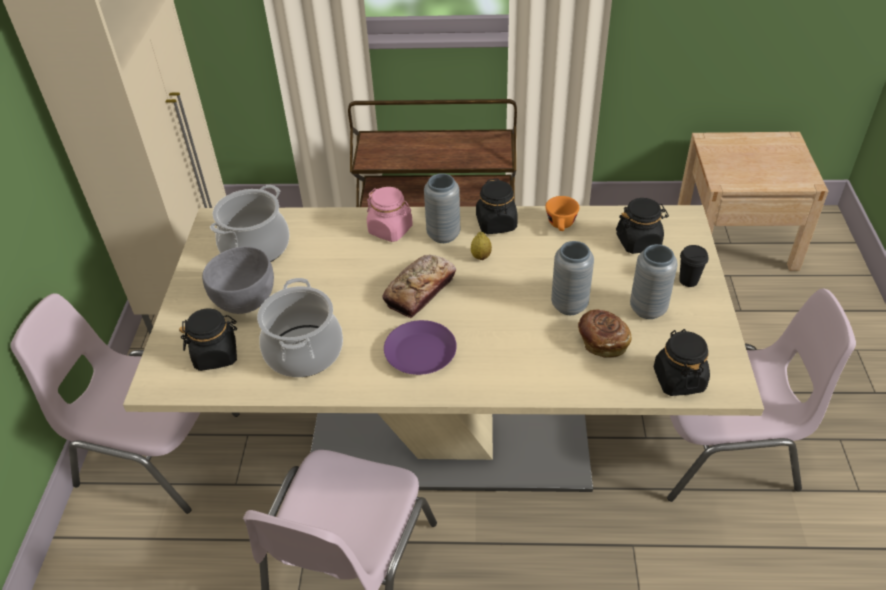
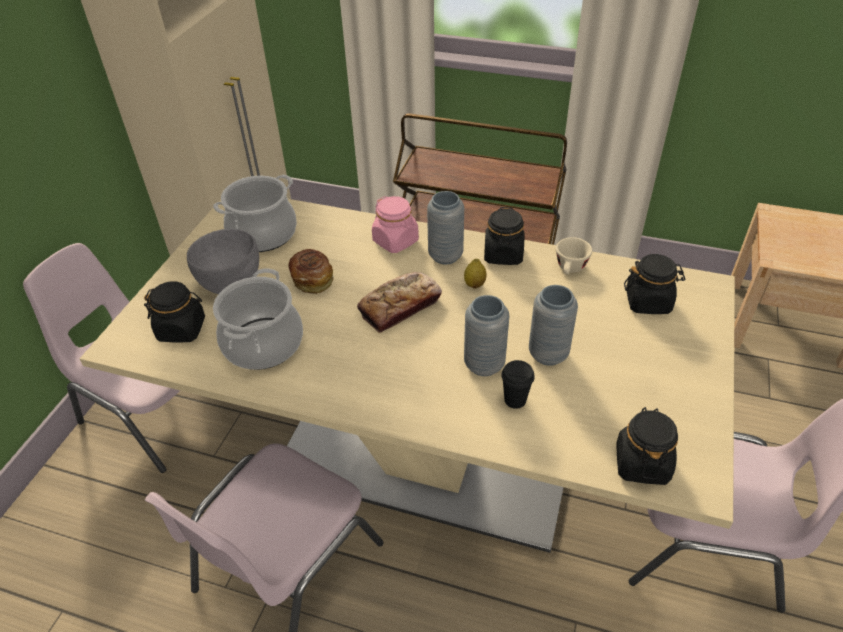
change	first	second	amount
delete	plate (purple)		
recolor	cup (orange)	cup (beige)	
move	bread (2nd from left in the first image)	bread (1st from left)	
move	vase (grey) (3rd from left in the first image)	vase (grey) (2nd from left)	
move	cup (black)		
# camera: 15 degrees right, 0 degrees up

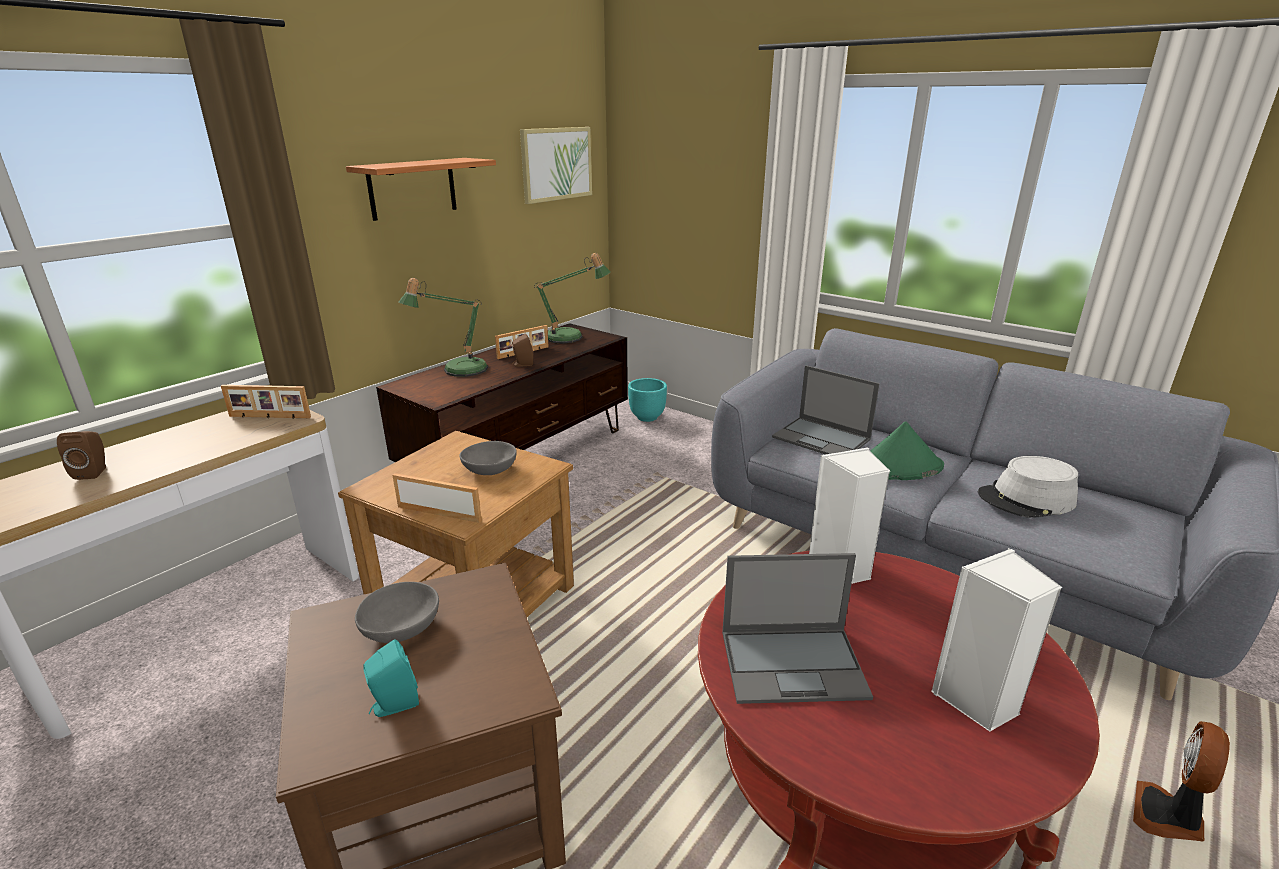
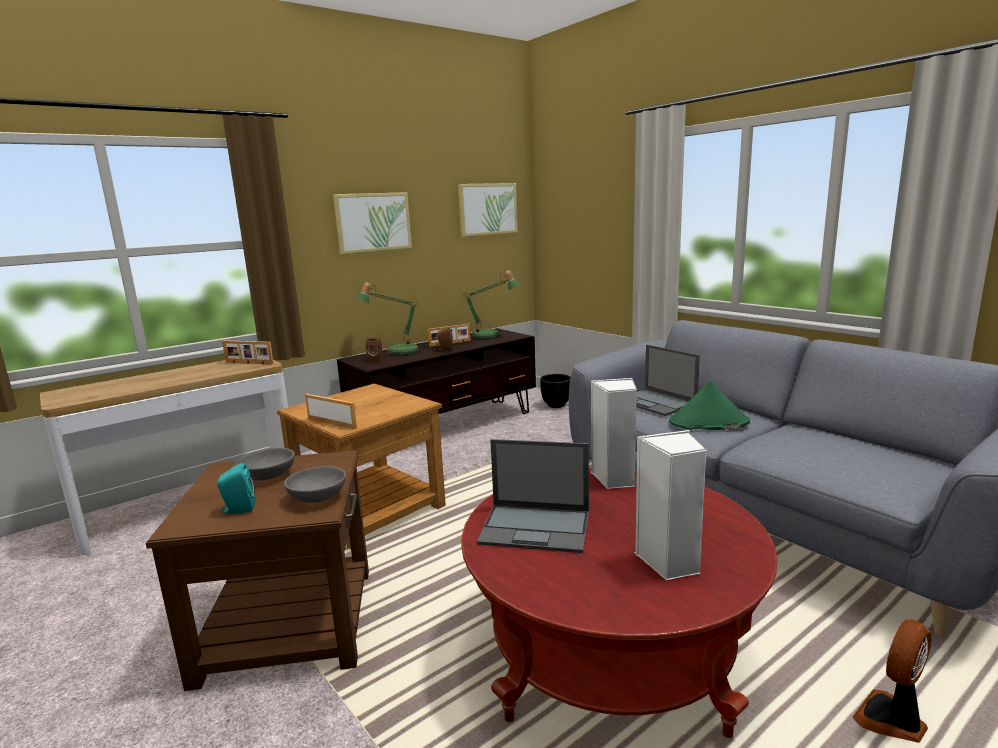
change	first	second	amount
move	speaker (brown) (1st from left)		
replace	shelf	picture (1st from left)	
move	bowl (grey) (2nd from left)		
recolor	planter (turquoise)	planter (black)	
delete	hat (grey)		
# camera: 15 degrees right, 10 degrees down

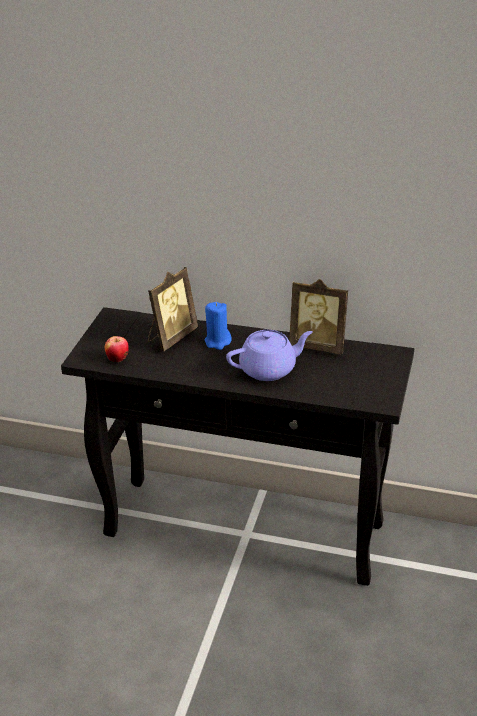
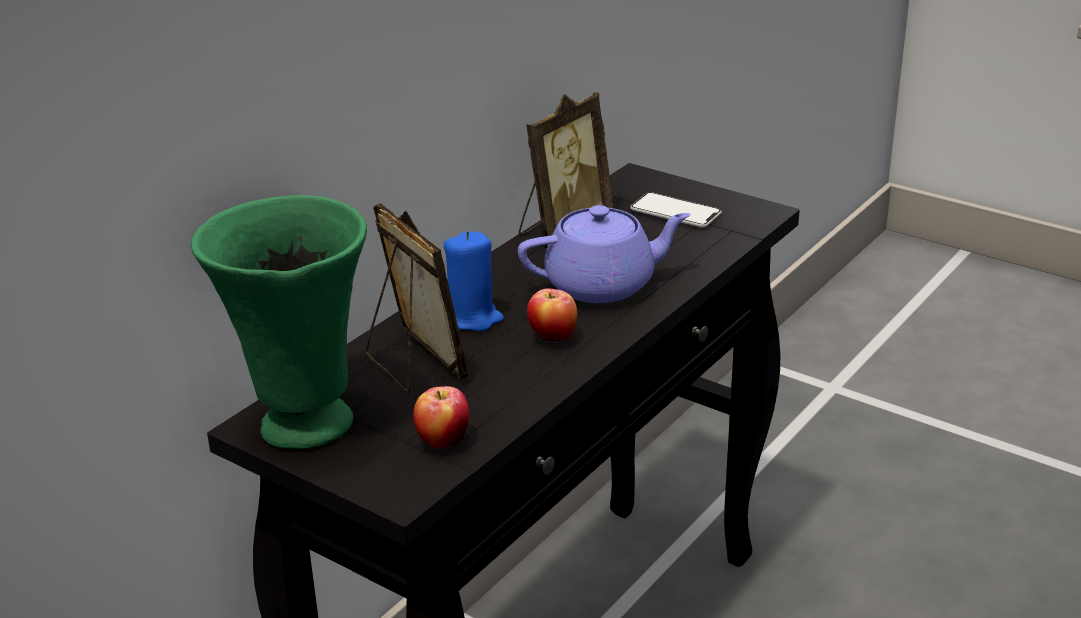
change	first	second	amount
rotate	teapot (purple)		75 degrees clockwise
insert		vase (green)	
insert		apple (2nd from left)	
insert		phone	
# camera: 70 degrees left, 5 degrees down

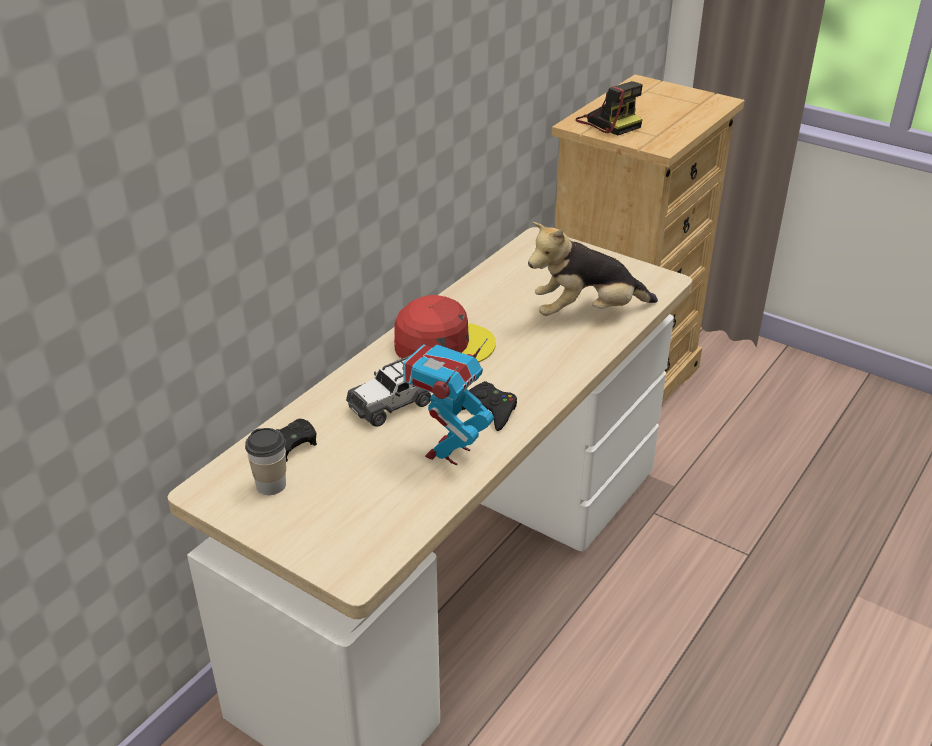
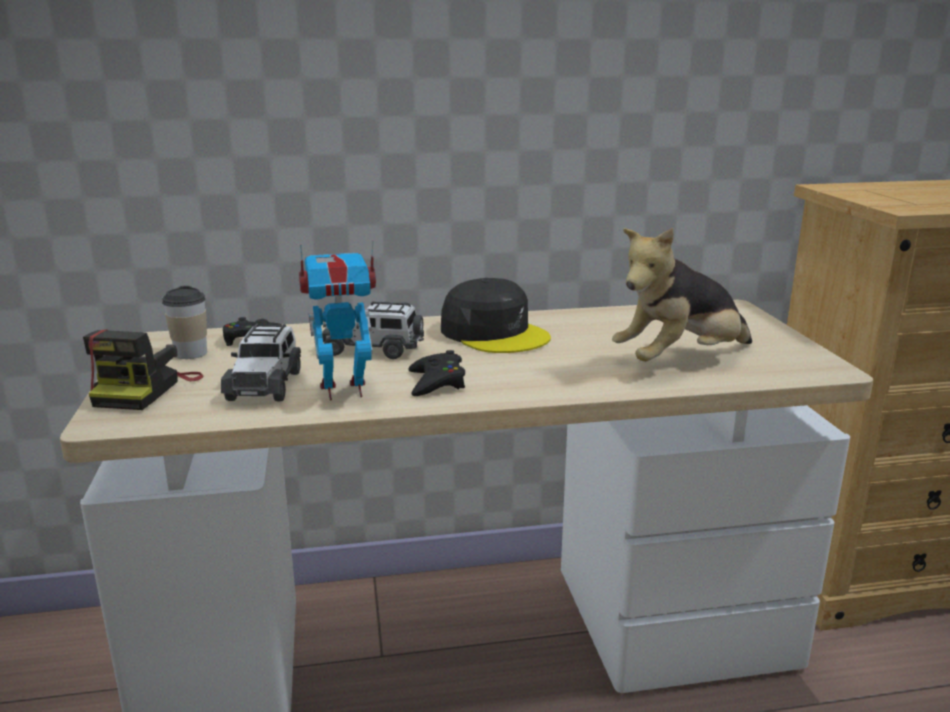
change	first	second	amount
recolor	cap (red)	cap (black)	
rotate	plush toy		60 degrees counterclockwise
move	photo camera		
insert		toy car (1st from left)	
# camera: 45 degrees right, 15 degrees down

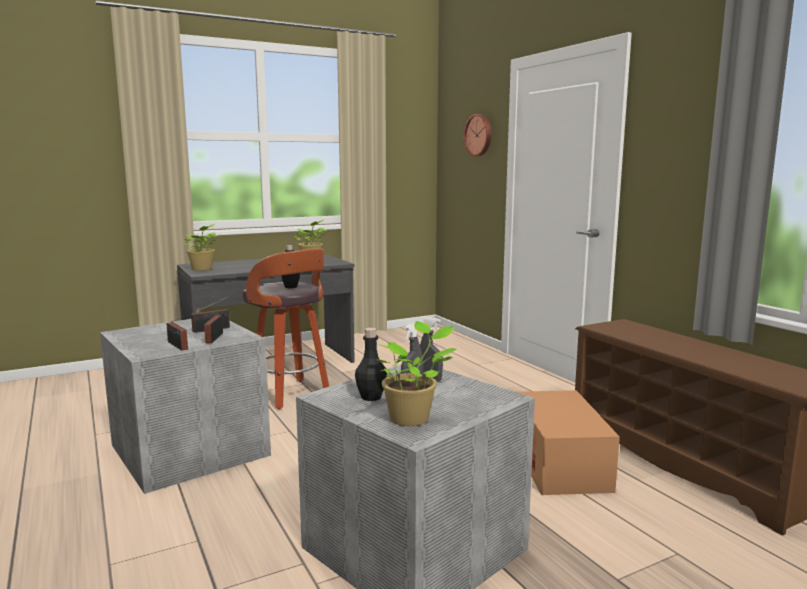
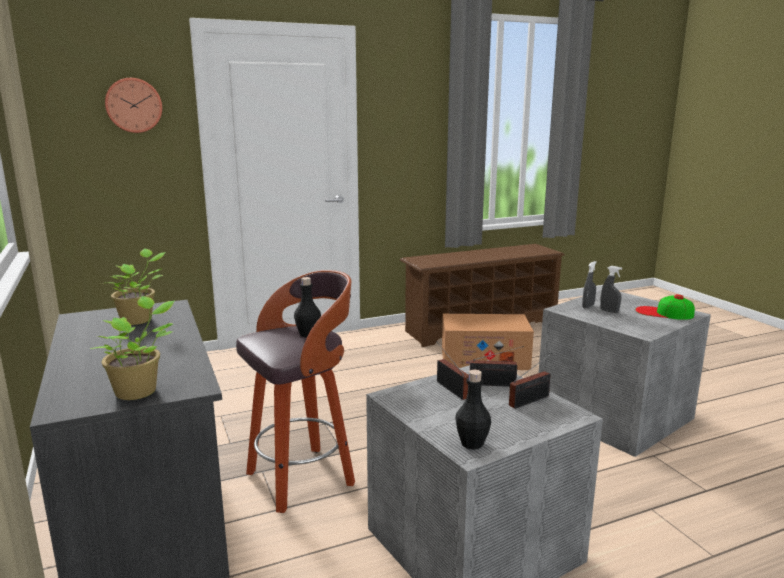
change	first	second	amount
move	bottle (black) (2nd from left)		
replace	potted plant (3rd from left)	cap	
# camera: 85 degrees left, 5 degrees up

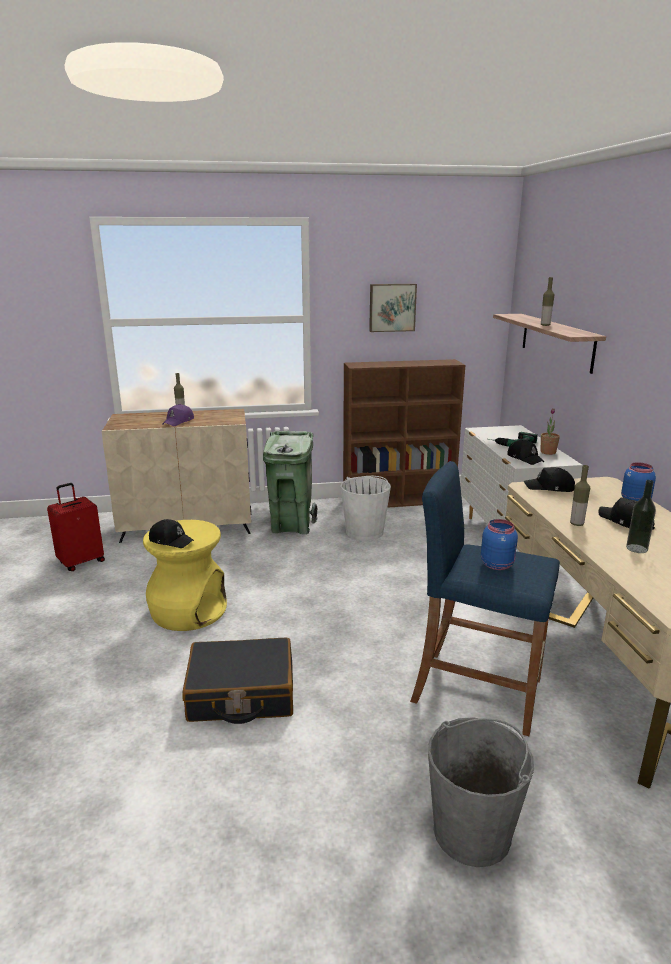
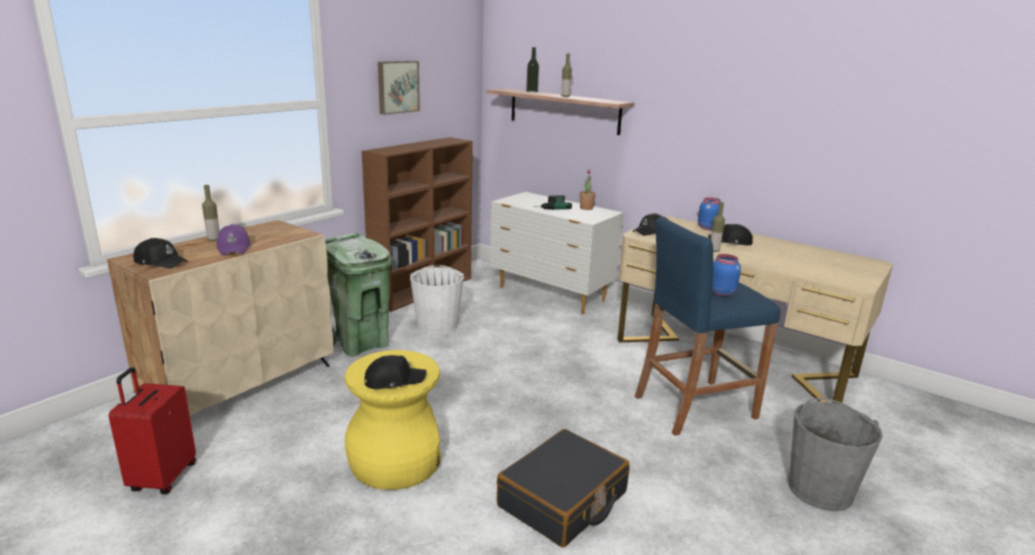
change	first	second	amount
move	cap (black) (2nd from left in the first image)	cap (black) (1st from left)	
move	bottle (4th from left in the first image)	bottle (2nd from left)	
# camera: 45 degrees left, 0 degrees up

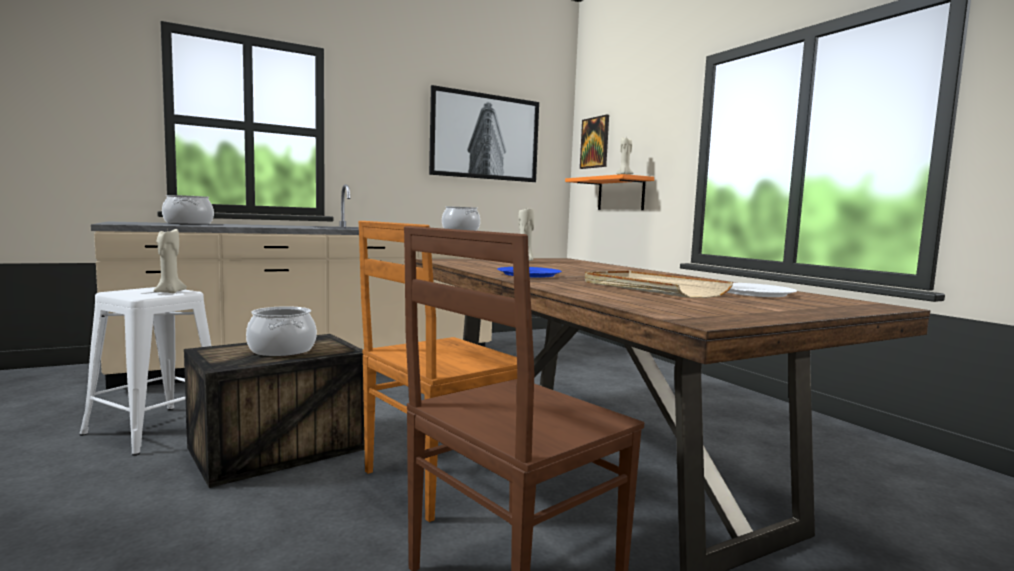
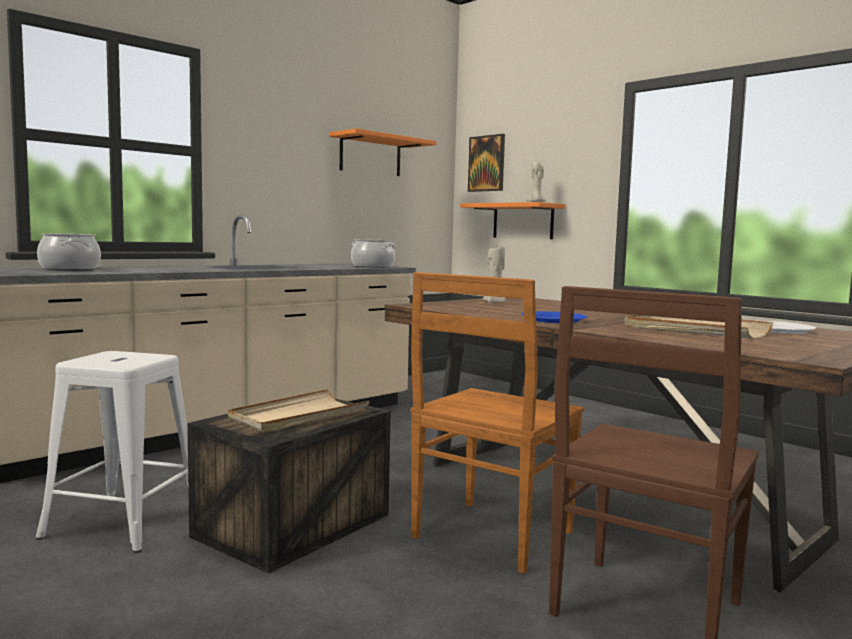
change	first	second	amount
delete	candle (beige) (1st from left)		
replace	cooking pot (2nd from left)	tray (beige) (1st from left)	
replace	picture (1st from left)	shelf (orange) (1st from left)	
# camera: 15 degrees left, 0 degrees up

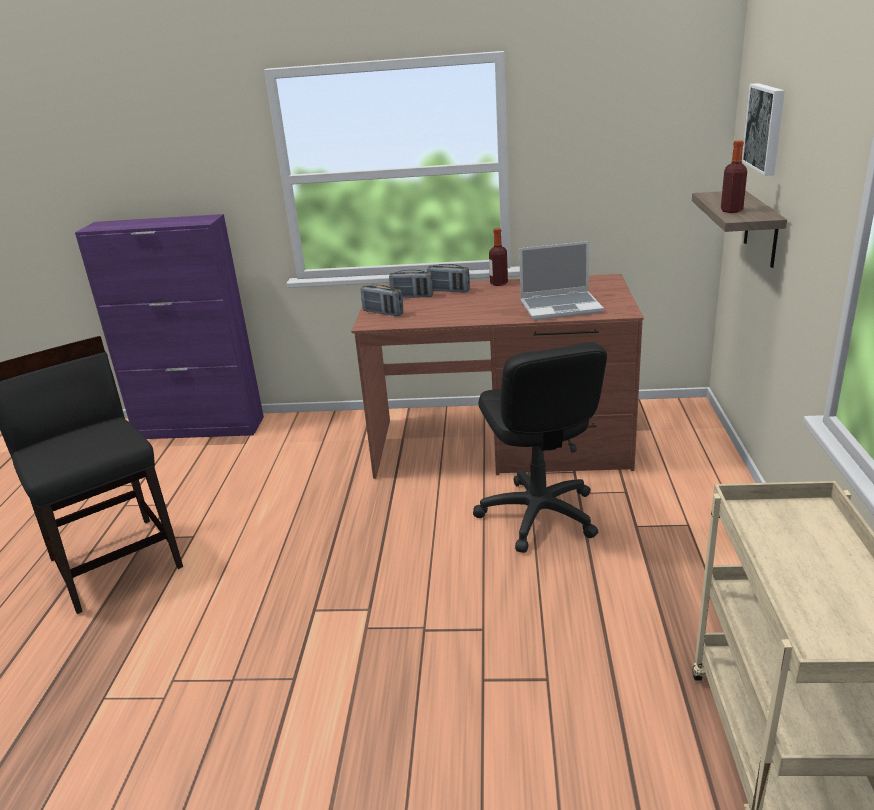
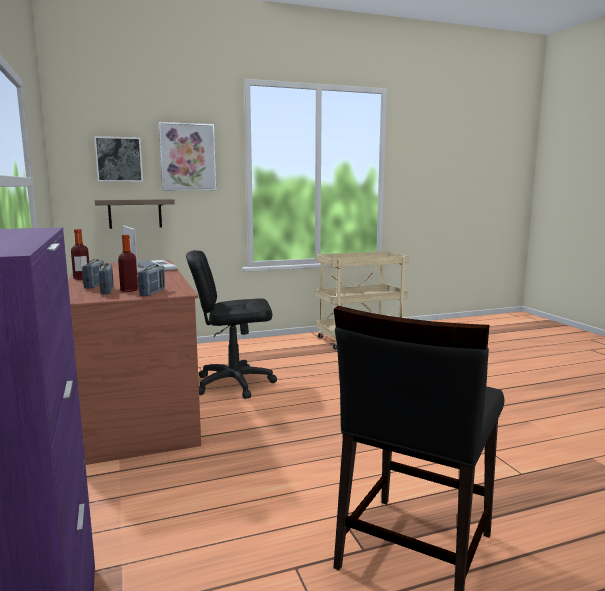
change	first	second	amount
rotate	office chair (black)		150 degrees counterclockwise
move	bottle (2nd from left)		
insert		picture (2nd from left)	
# camera: 115 degrees left, 15 degrees down

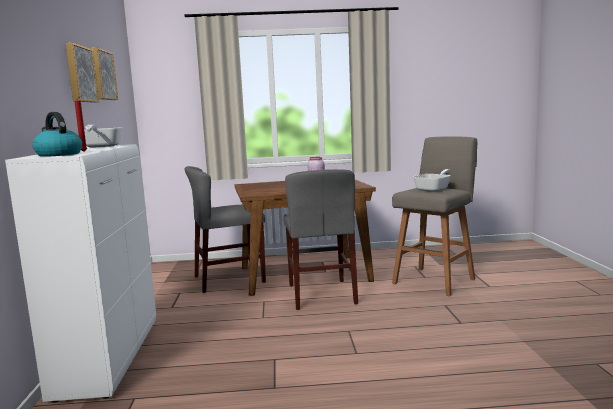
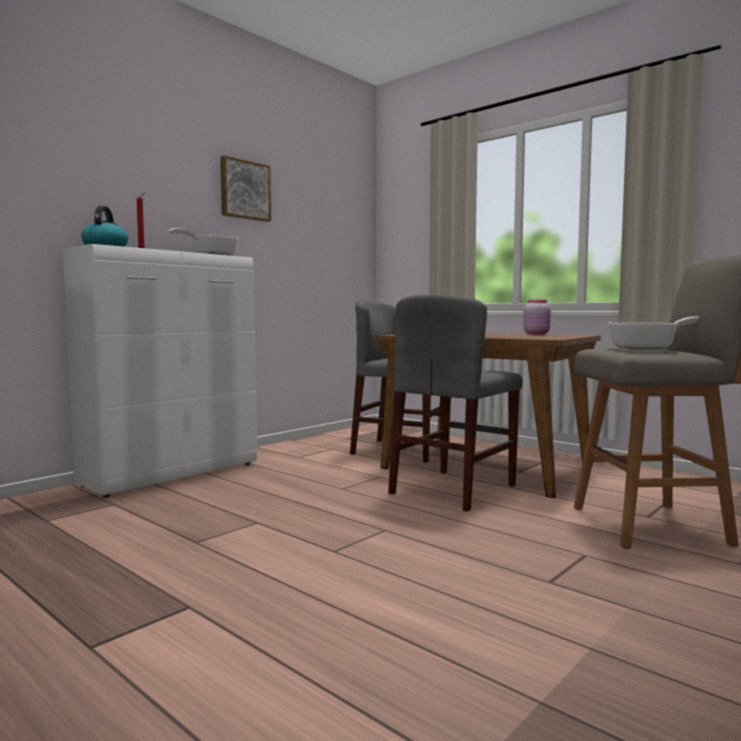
change	first	second	amount
delete	picture (2nd from left)		
# camera: 45 degrees right, 5 degrees down

